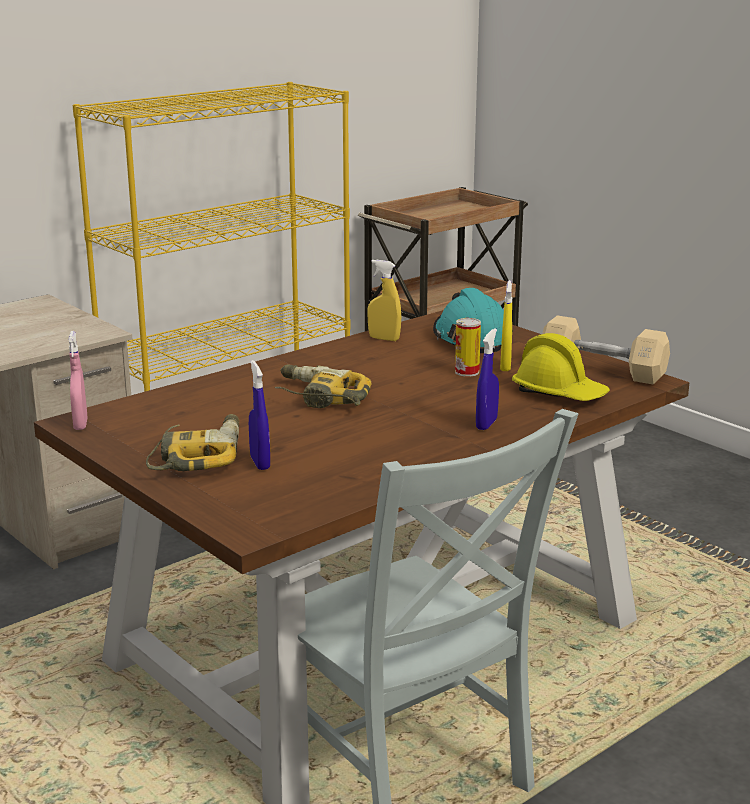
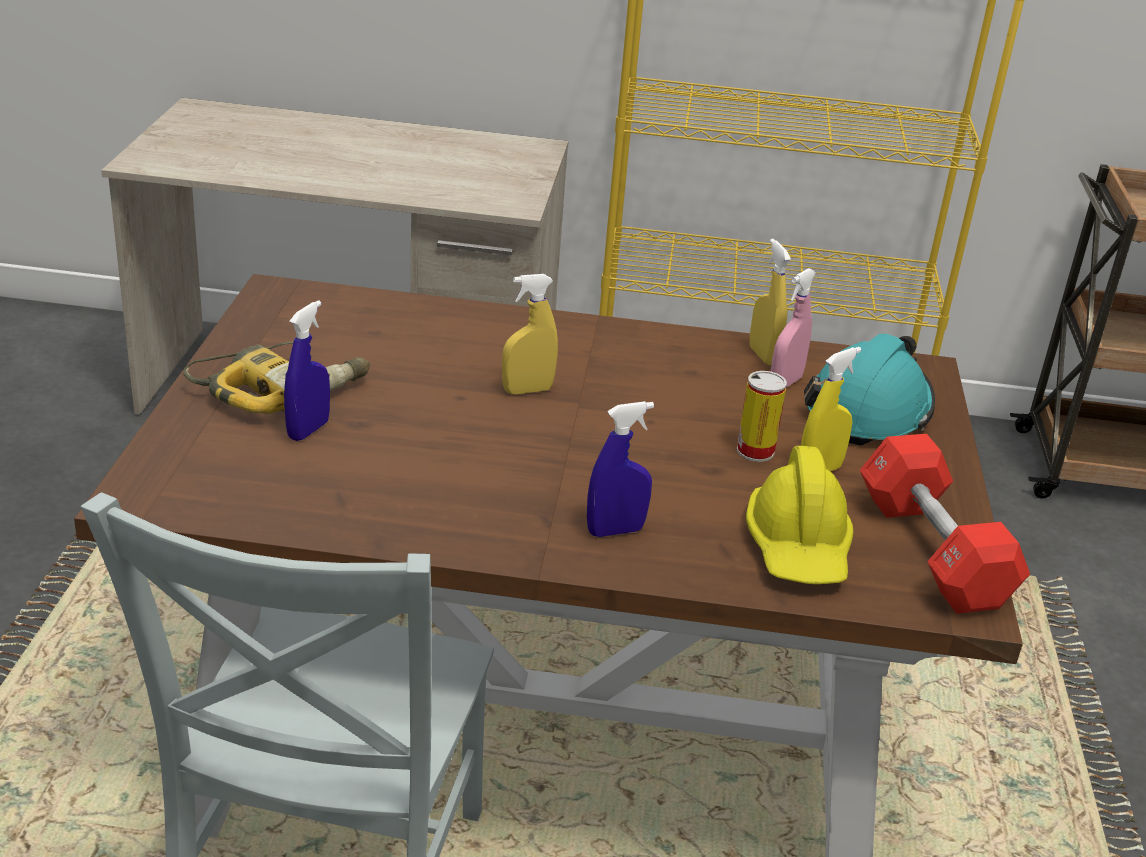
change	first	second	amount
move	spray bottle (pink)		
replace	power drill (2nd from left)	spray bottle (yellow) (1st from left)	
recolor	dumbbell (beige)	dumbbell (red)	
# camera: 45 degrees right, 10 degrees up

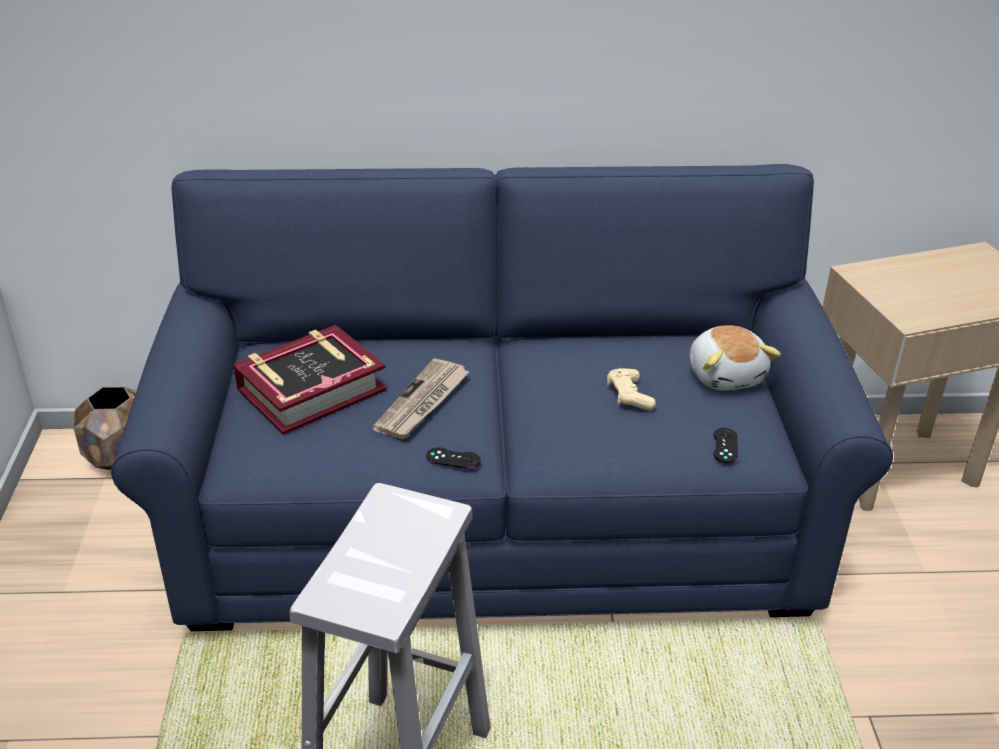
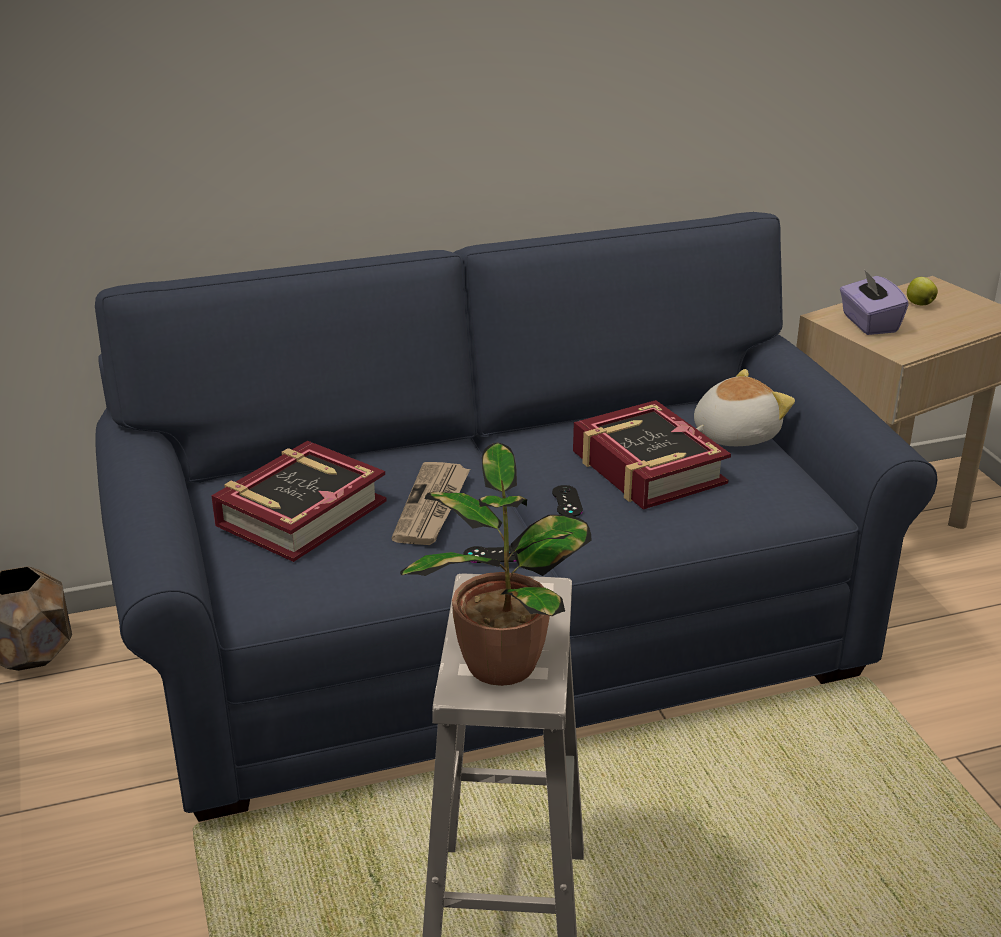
change	first	second	amount
replace	game controller (beige)	book (2nd from left)	
rotate	plush toy		90 degrees counterclockwise
move	game controller (black) (2nd from left)		
insert		potted plant	
insert		tissue box (purple)	
insert		apple	
# camera: 15 degrees left, 5 degrees down

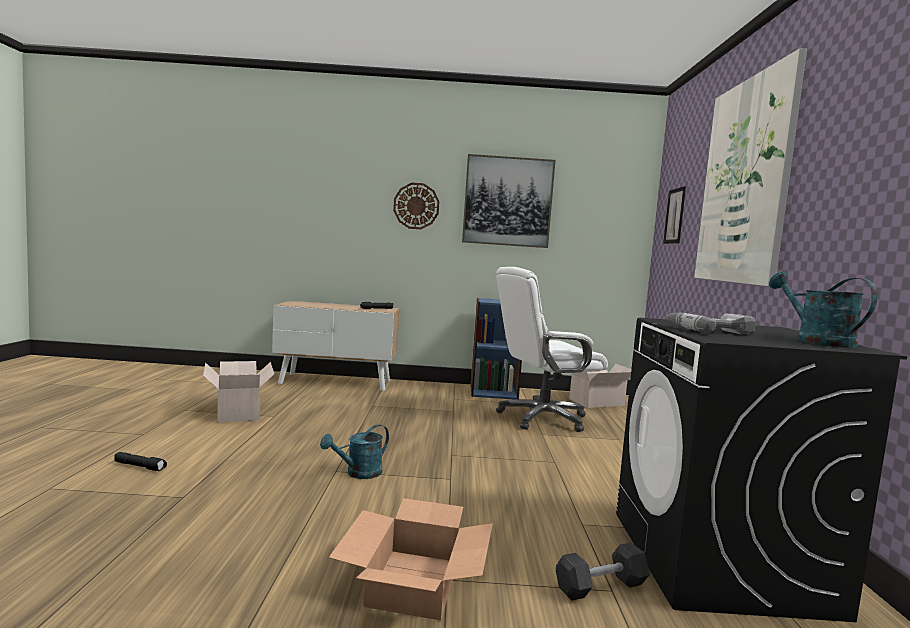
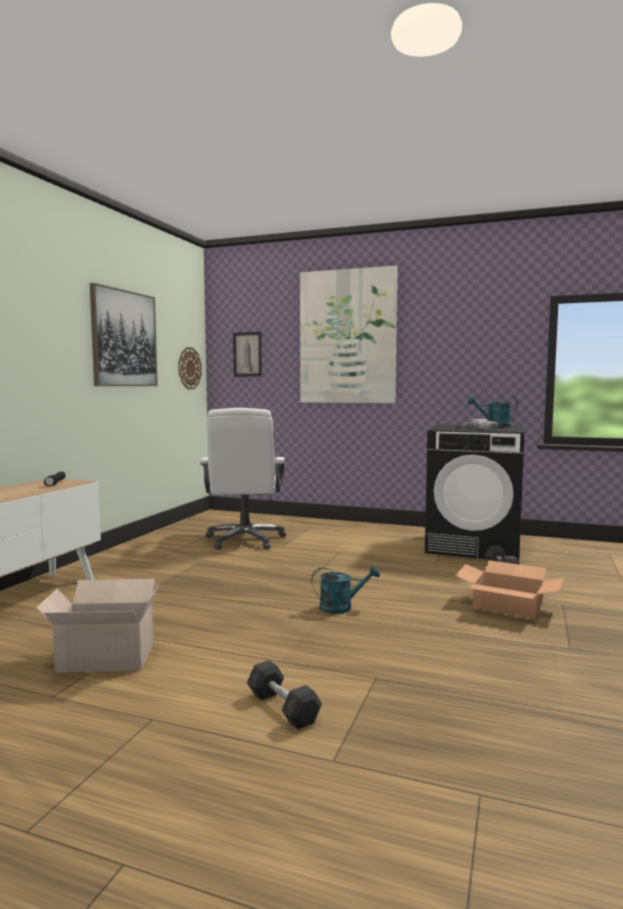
change	first	second	amount
replace	flashlight (black) (1st from left)	dumbbell (grey) (1st from left)	
rotate	watering can (turquoise) (1st from left)		75 degrees counterclockwise
move	wall clock		
delete	bookcase (blue)		
delete	cardboard box (3rd from left)		
# camera: 70 degrees left, 0 degrees up

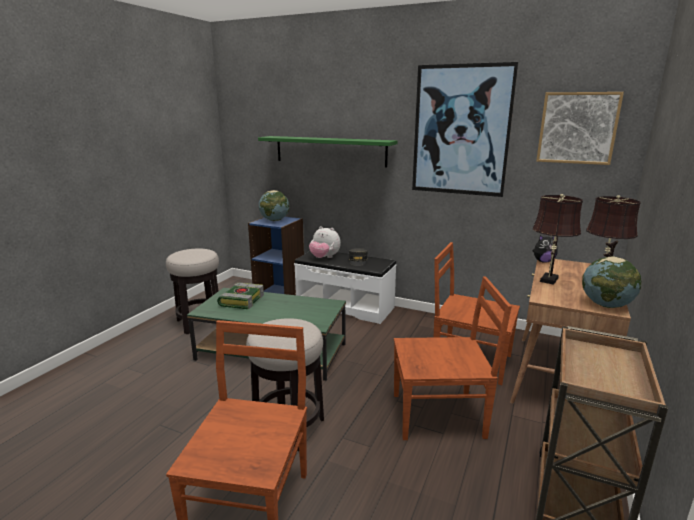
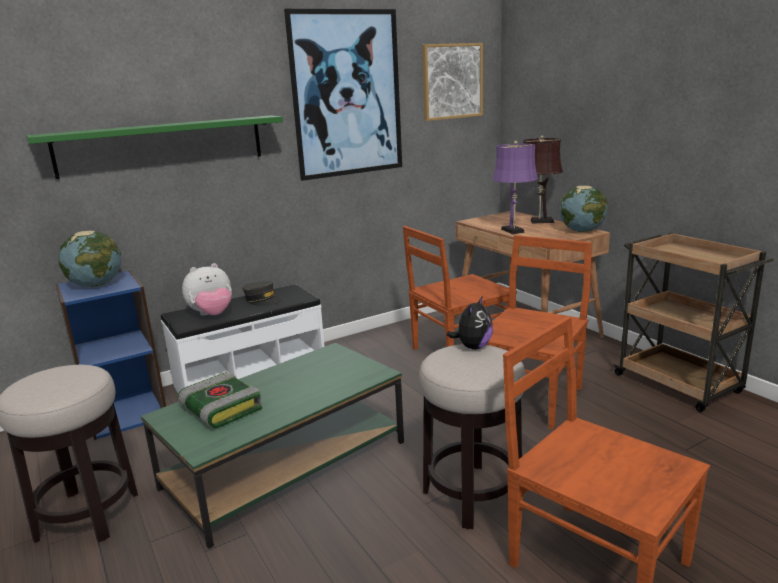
change	first	second	amount
recolor	table lamp (brown) (1st from left)	table lamp (purple)	
move	plush toy (2nd from left)		
# camera: 55 degrees left, 0 degrees up

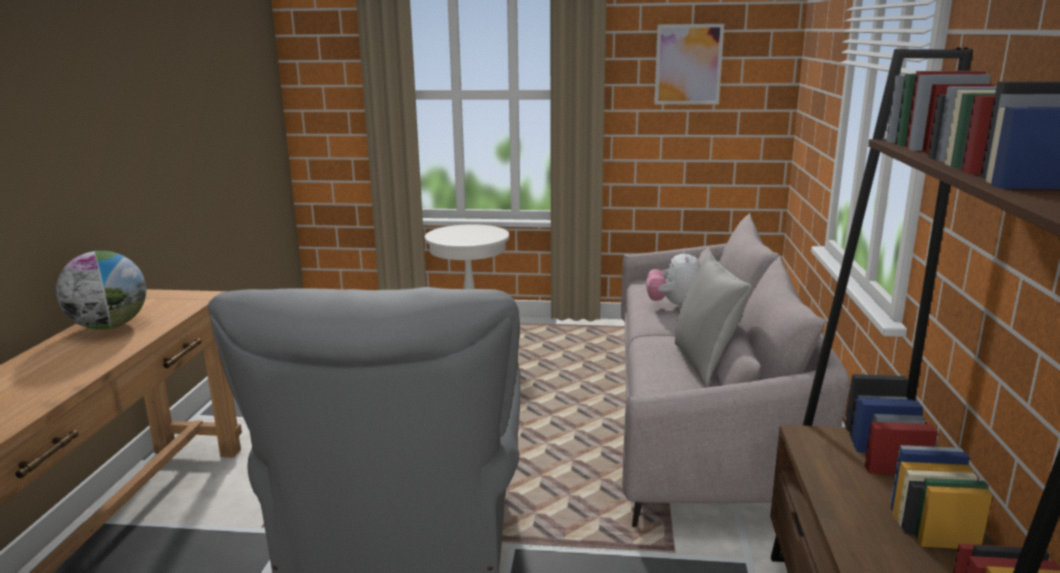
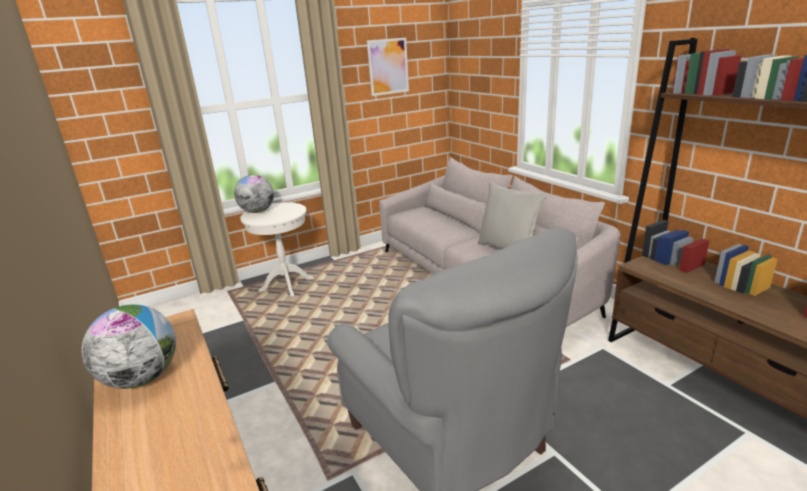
change	first	second	amount
delete	plush toy		
insert		globe (2nd from left)	
# camera: 35 degrees left, 5 degrees up

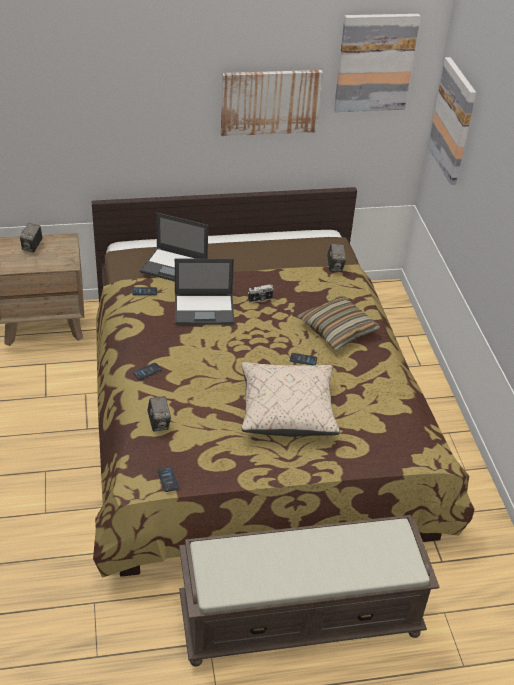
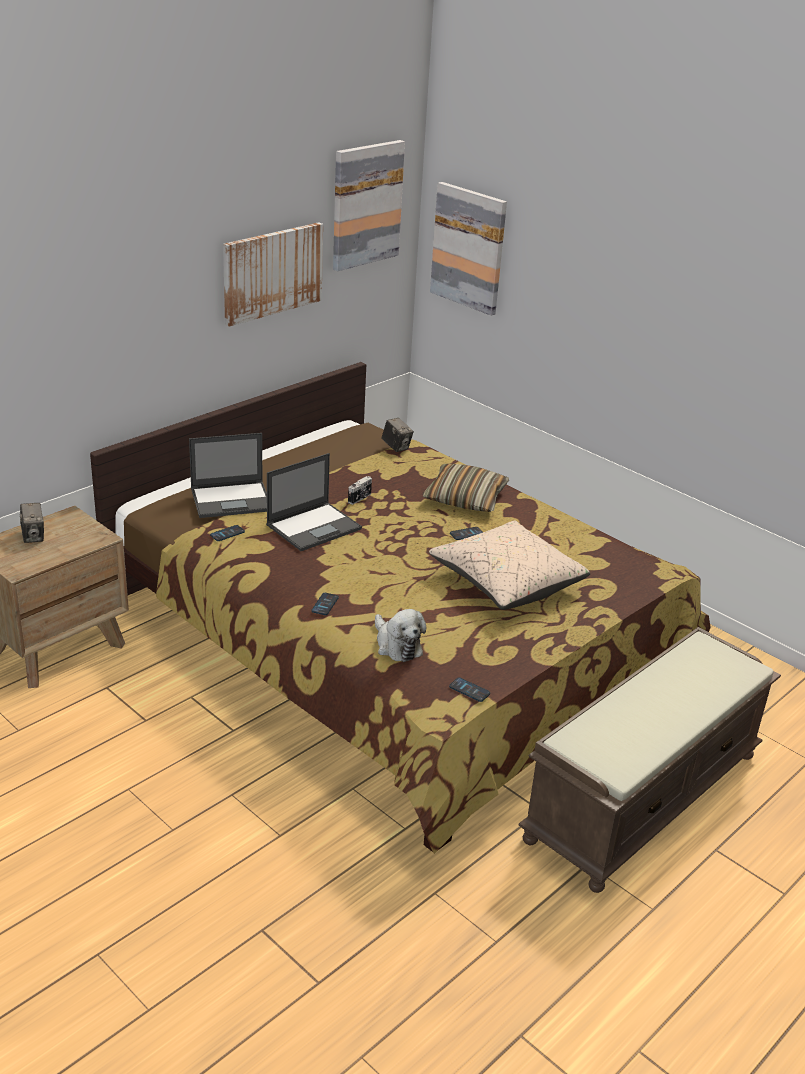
change	first	second	amount
replace	photo camera (2nd from left)	plush toy	
# camera: 35 degrees left, 10 degrees down

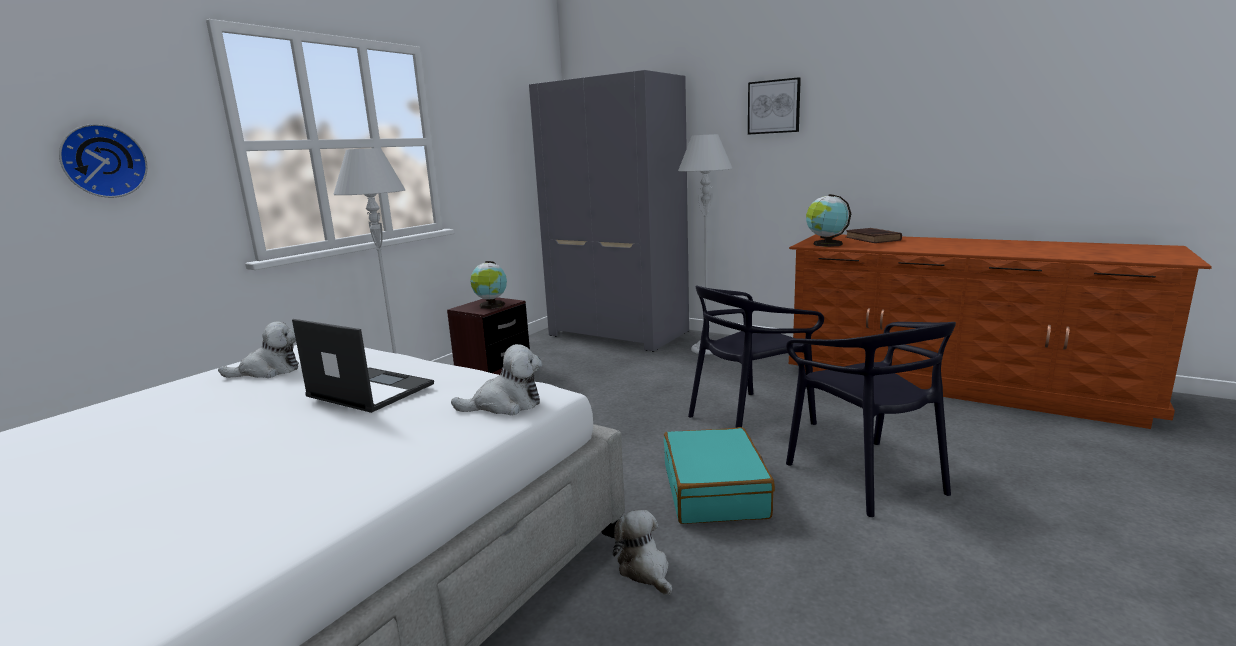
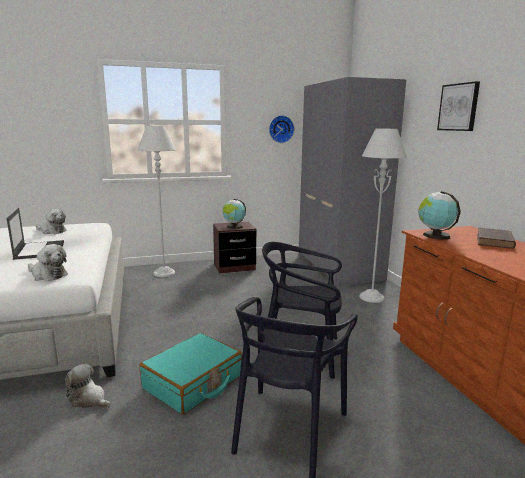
change	first	second	amount
move	wall clock		
rotate	plush toy (3rd from left)		75 degrees counterclockwise
# camera: 40 degrees right, 0 degrees up

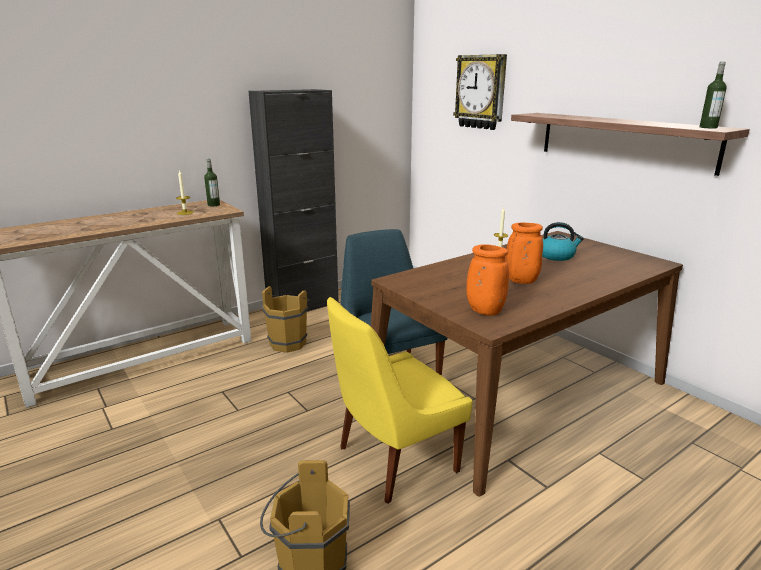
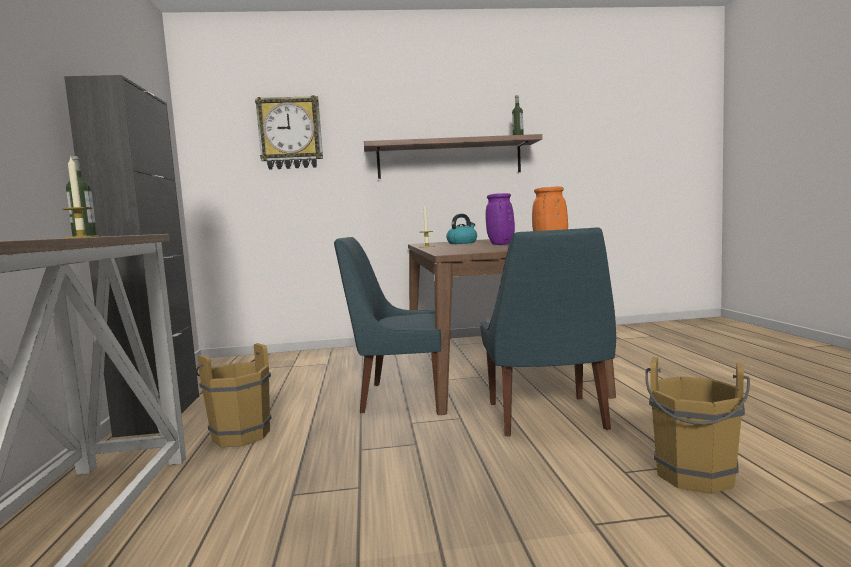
change	first	second	amount
recolor	chair (yellow)	chair (blue) (2nd from left)	
recolor	vase (orange) (2nd from left)	vase (purple)	
# camera: 60 degrees left, 15 degrees down

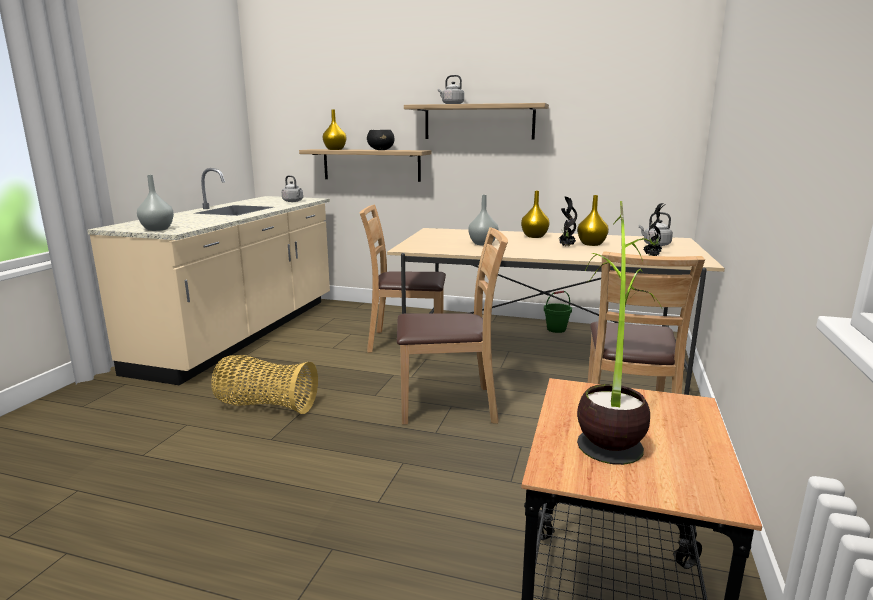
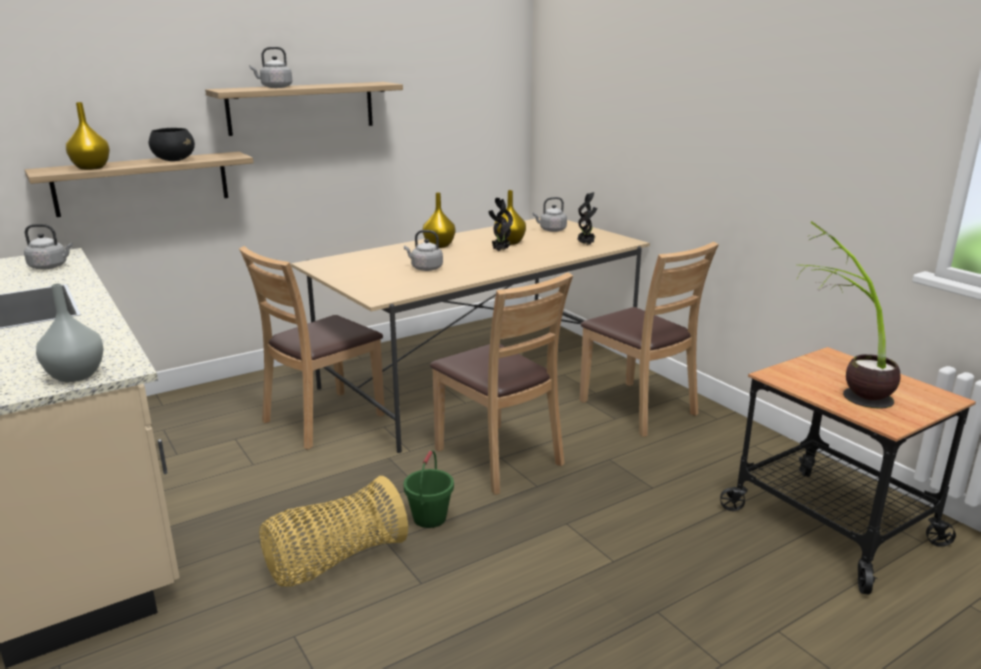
change	first	second	amount
rotate	chair (brown) (2nd from left)		105 degrees clockwise
replace	vase (grey) (2nd from left)	kettle (grey) (3rd from left)	
move	bucket (green)		
# camera: 50 degrees left, 5 degrees up

